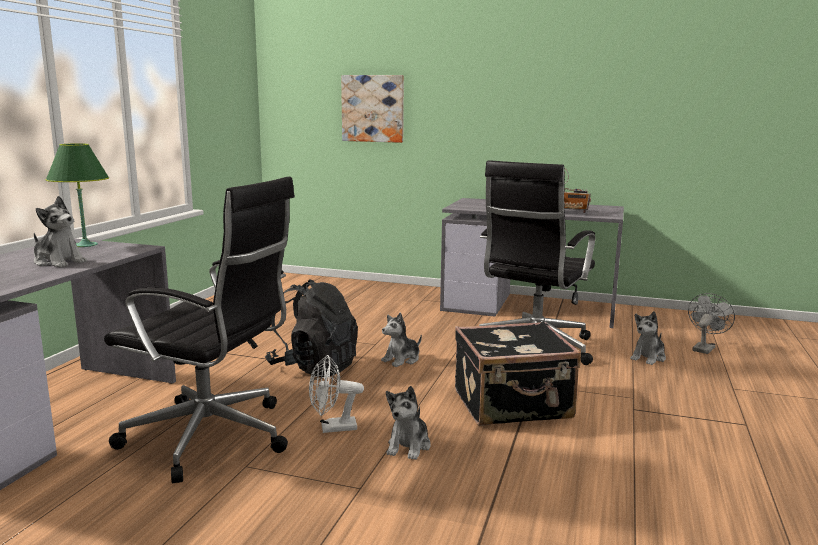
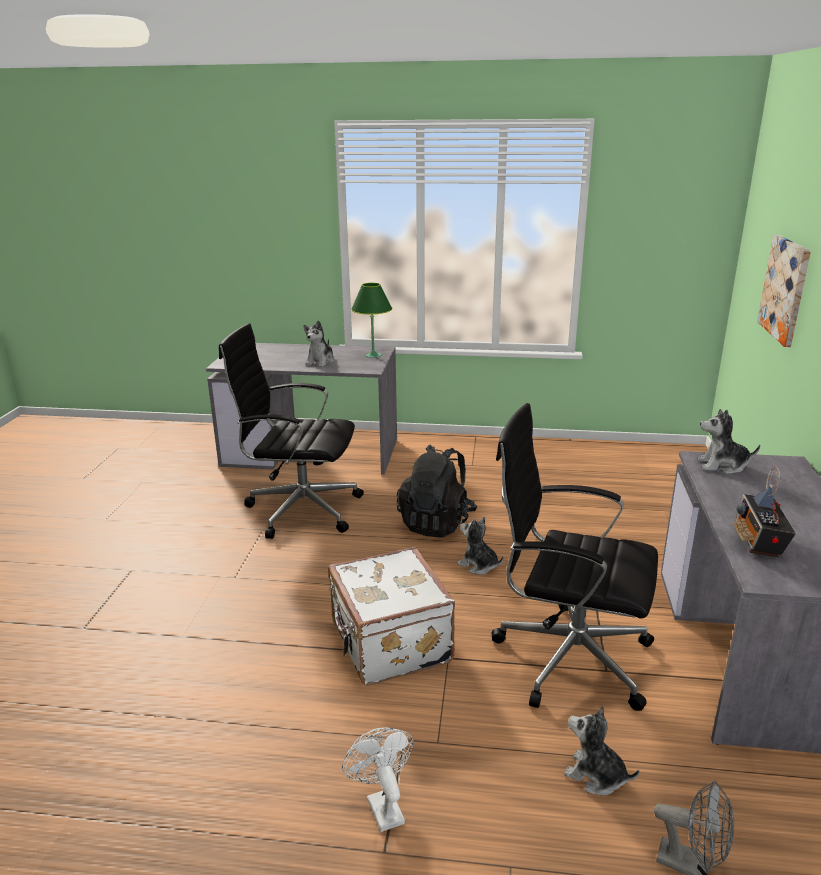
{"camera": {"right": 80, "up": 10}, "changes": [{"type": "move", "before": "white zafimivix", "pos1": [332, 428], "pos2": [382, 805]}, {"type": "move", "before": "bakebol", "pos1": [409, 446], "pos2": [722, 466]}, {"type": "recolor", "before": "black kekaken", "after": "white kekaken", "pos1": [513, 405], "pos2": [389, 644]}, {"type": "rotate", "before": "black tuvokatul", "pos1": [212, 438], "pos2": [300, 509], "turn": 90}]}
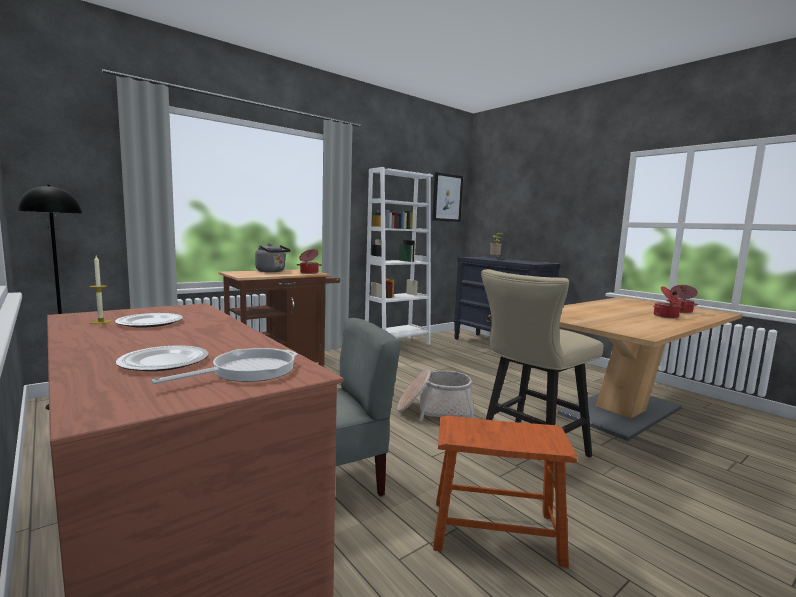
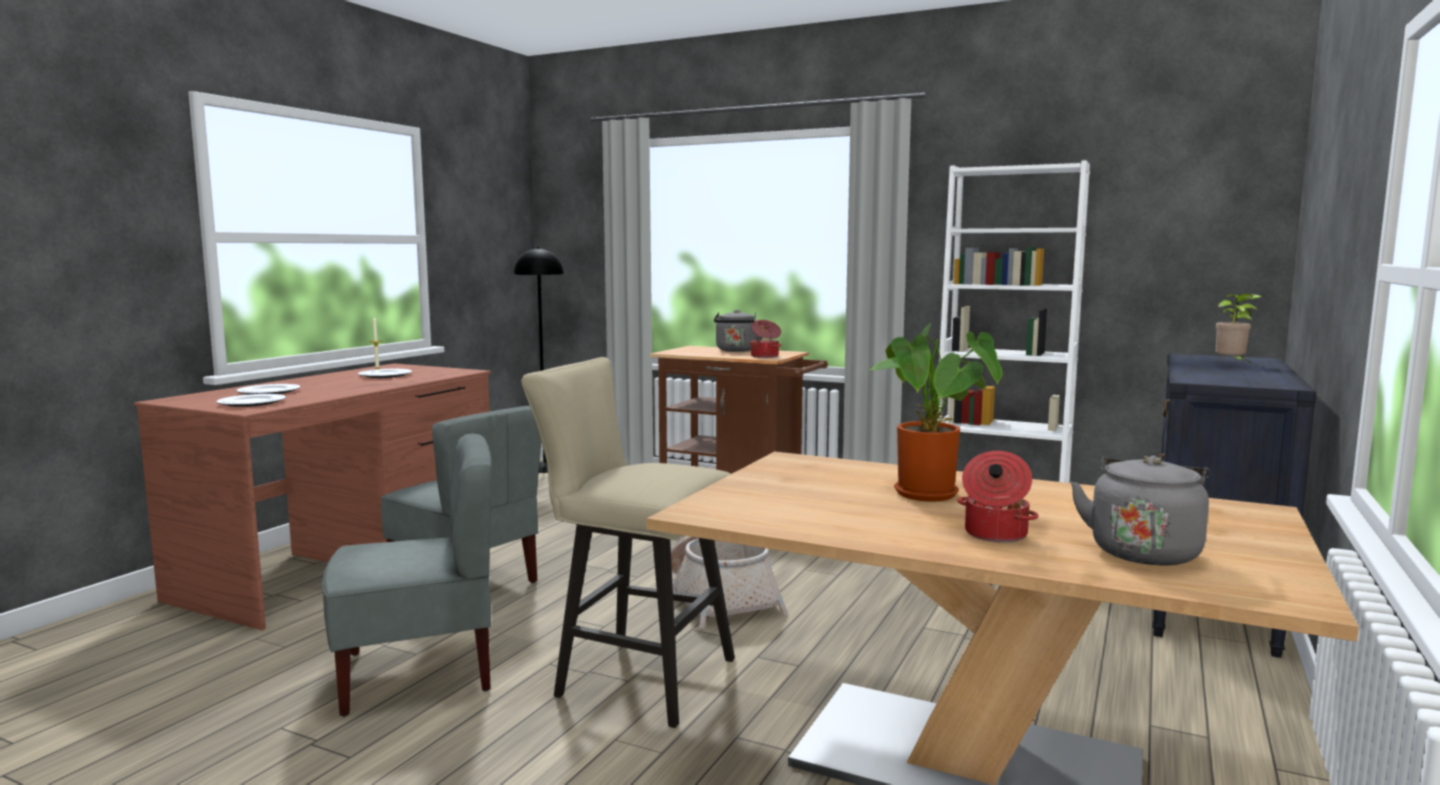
{"camera": {"right": 65, "up": 0}, "changes": [{"type": "delete", "before": "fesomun", "pos1": [447, 198]}, {"type": "insert", "after": "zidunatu", "pos2": [931, 496]}, {"type": "replace", "before": "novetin", "after": "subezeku", "pos1": [248, 371], "pos2": [252, 403]}, {"type": "replace", "before": "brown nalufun", "after": "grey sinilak", "pos1": [495, 530], "pos2": [419, 673]}, {"type": "replace", "before": "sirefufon", "after": "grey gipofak", "pos1": [680, 311], "pos2": [1144, 551]}]}
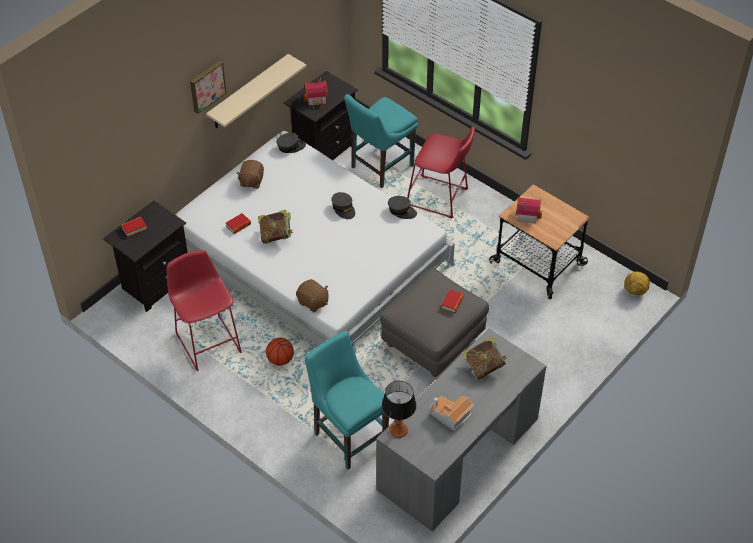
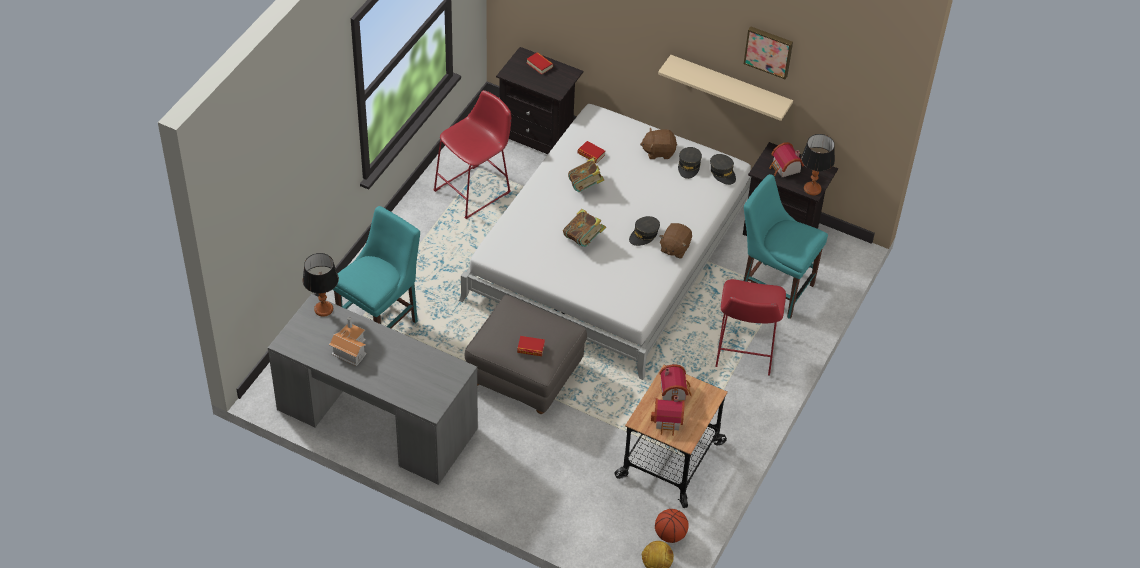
{"camera": {"right": 75, "up": 0}, "changes": [{"type": "insert", "after": "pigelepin", "pos2": [668, 422]}, {"type": "insert", "after": "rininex", "pos2": [812, 189]}, {"type": "move", "before": "fesomun", "pos1": [206, 86], "pos2": [769, 51]}, {"type": "move", "before": "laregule", "pos1": [280, 360], "pos2": [670, 535]}, {"type": "move", "before": "brown bakebol", "pos1": [313, 302], "pos2": [674, 248]}, {"type": "move", "before": "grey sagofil", "pos1": [402, 211], "pos2": [689, 166]}, {"type": "move", "before": "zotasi", "pos1": [483, 366], "pos2": [583, 239]}]}
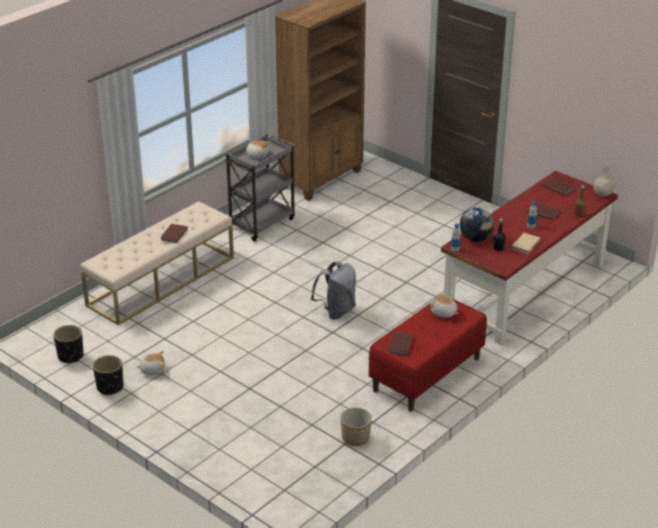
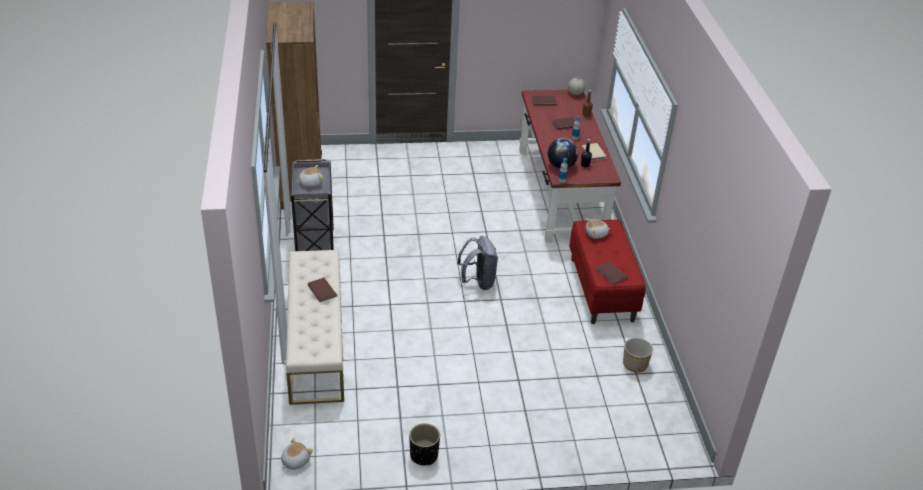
{"camera": {"right": -50, "up": 5}, "changes": [{"type": "delete", "before": "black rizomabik", "pos1": [70, 356]}, {"type": "move", "before": "bakebol", "pos1": [152, 370], "pos2": [295, 461]}]}
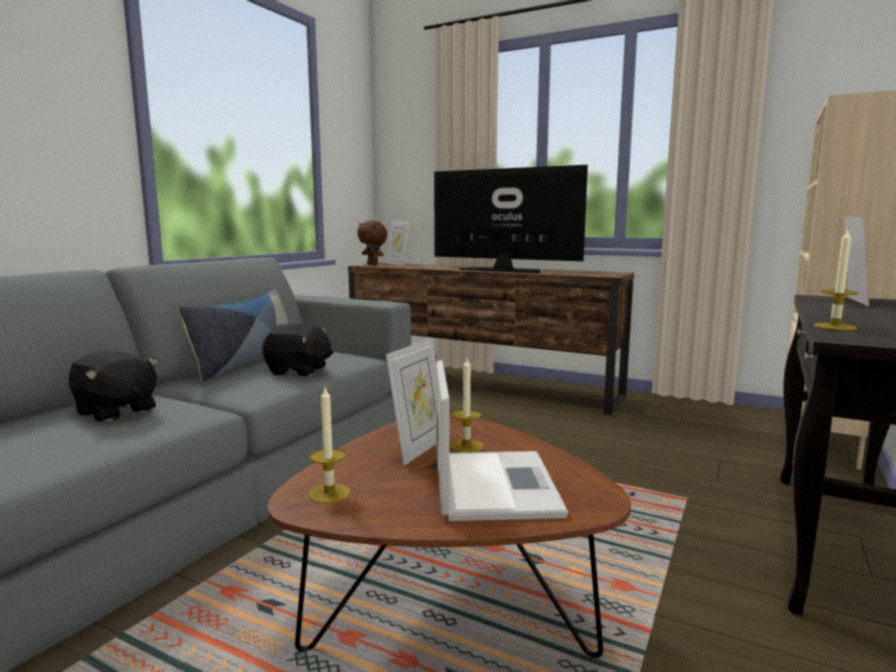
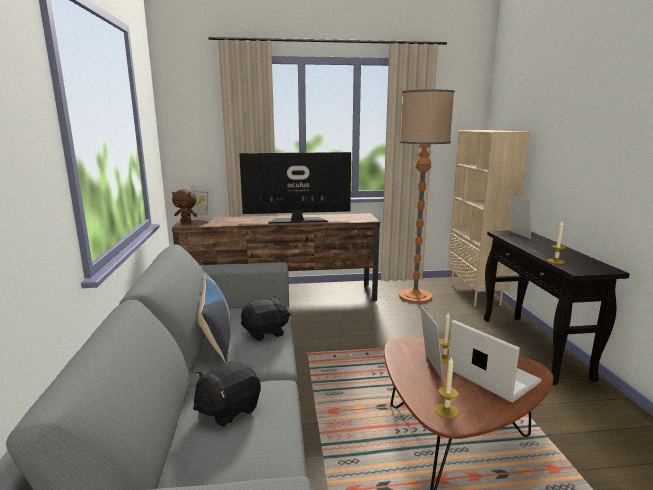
{"camera": {"right": -35, "up": 5}, "changes": [{"type": "insert", "after": "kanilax", "pos2": [415, 296]}, {"type": "rotate", "before": "black bakebol", "pos1": [116, 411], "pos2": [228, 409], "turn": 135}]}
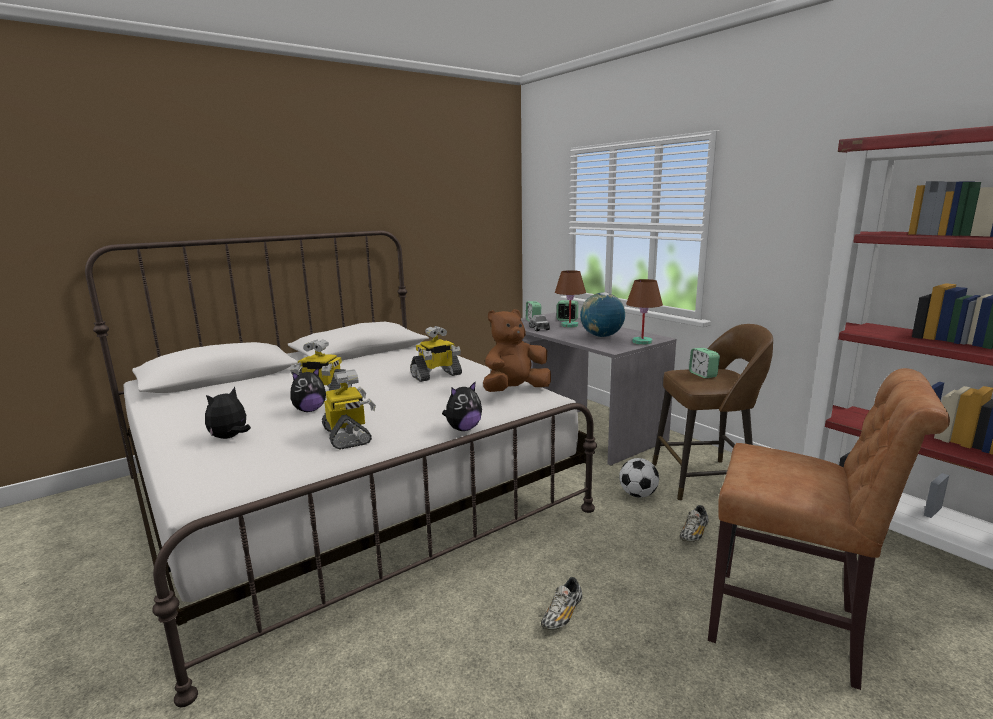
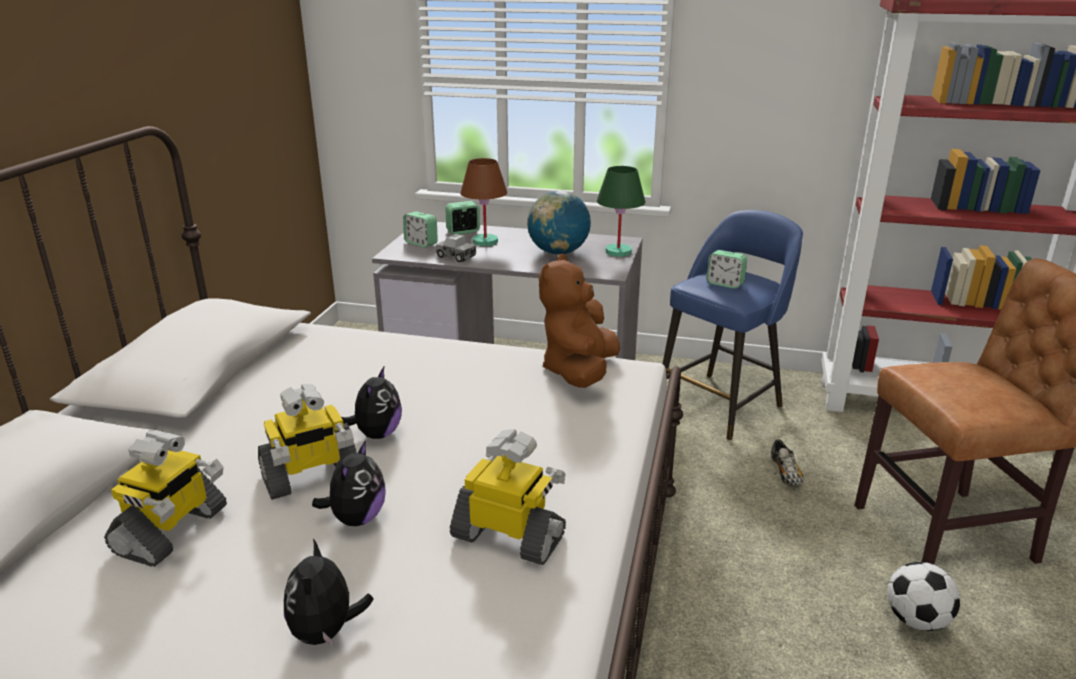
{"camera": {"right": -40, "up": 10}, "changes": [{"type": "delete", "before": "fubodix", "pos1": [562, 615]}, {"type": "move", "before": "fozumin", "pos1": [436, 375], "pos2": [172, 531]}, {"type": "move", "before": "bakebol", "pos1": [463, 429], "pos2": [377, 434]}, {"type": "move", "before": "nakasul", "pos1": [638, 494], "pos2": [916, 620]}, {"type": "recolor", "before": "brown rininex", "after": "green rininex", "pos1": [642, 342], "pos2": [619, 252]}, {"type": "recolor", "before": "brown nalufun", "after": "blue nalufun", "pos1": [704, 479], "pos2": [721, 404]}]}
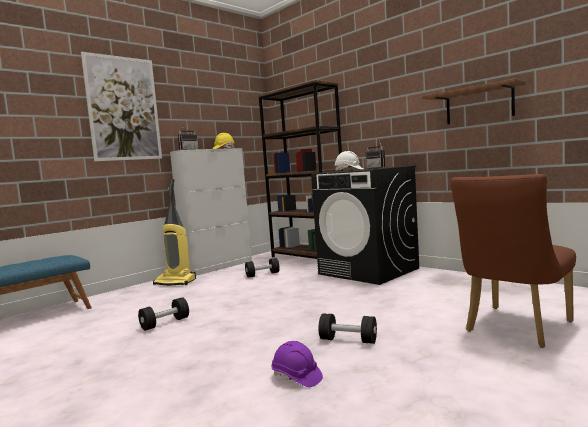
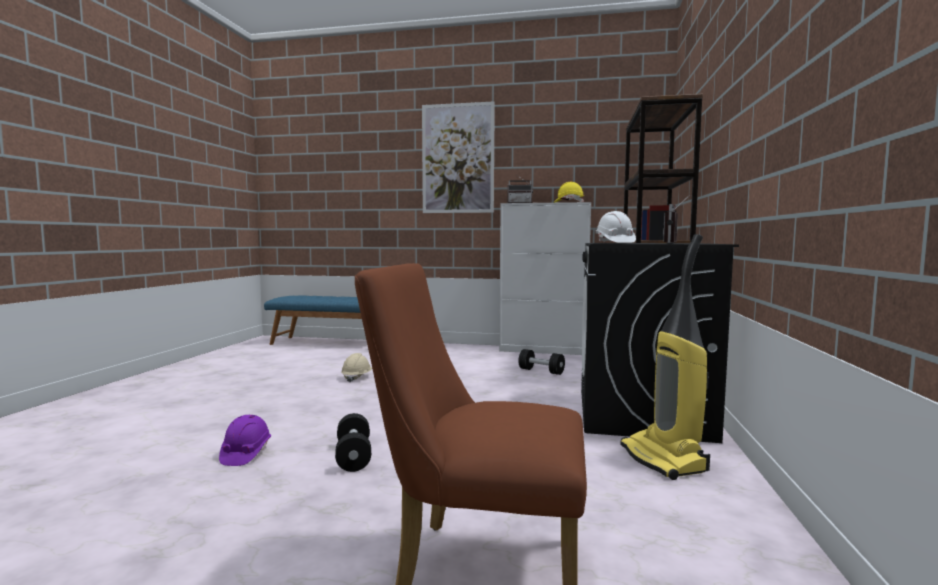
{"camera": {"right": 55, "up": 0}, "changes": [{"type": "delete", "before": "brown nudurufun", "pos1": [479, 105]}, {"type": "move", "before": "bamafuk", "pos1": [176, 282], "pos2": [664, 459]}, {"type": "replace", "before": "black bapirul", "after": "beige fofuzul", "pos1": [165, 323], "pos2": [356, 378]}]}
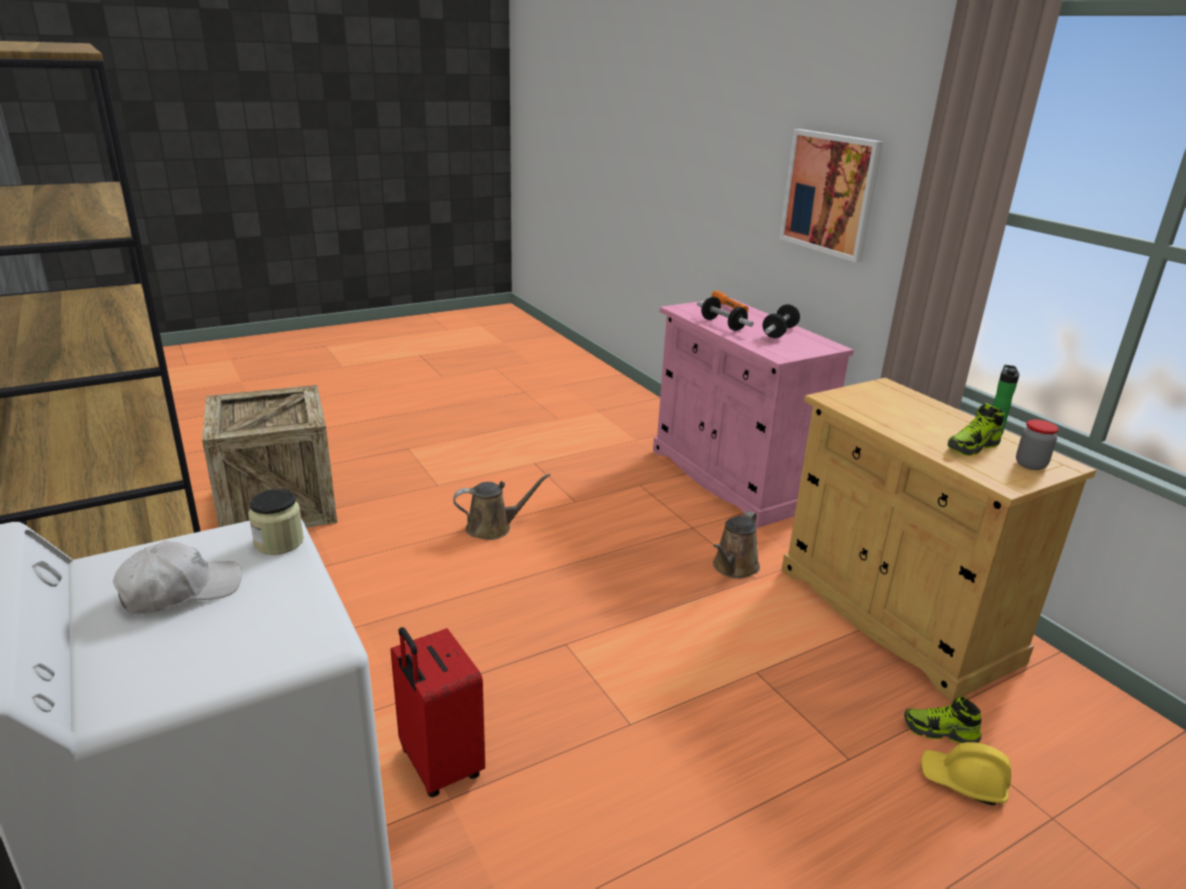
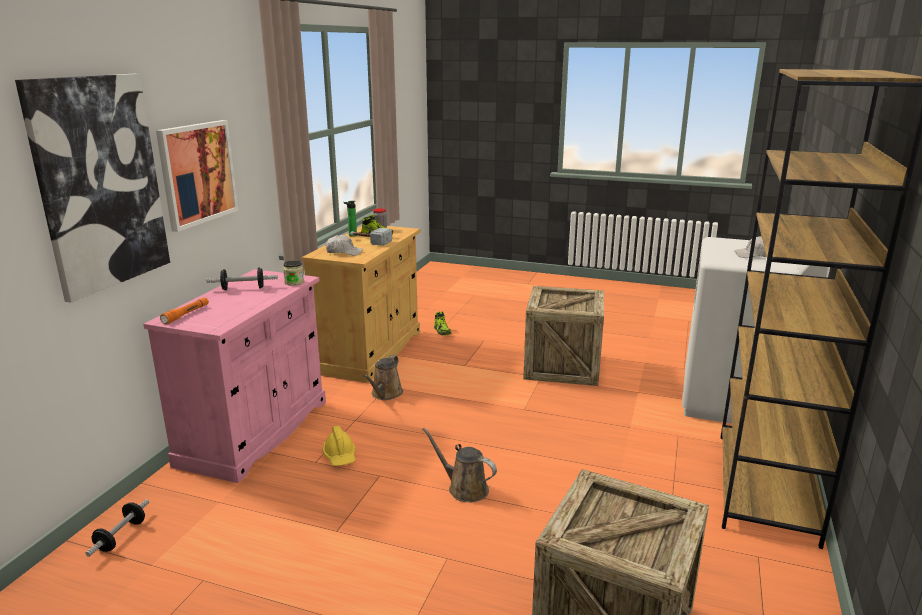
{"camera": {"right": -130, "up": -5}, "changes": [{"type": "delete", "before": "red kekaken", "pos1": [438, 765]}, {"type": "insert", "after": "fesomun", "pos2": [99, 183]}, {"type": "insert", "after": "white sagofil", "pos2": [344, 252]}, {"type": "insert", "after": "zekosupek", "pos2": [369, 241]}, {"type": "insert", "after": "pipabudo", "pos2": [562, 366]}, {"type": "move", "before": "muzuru", "pos1": [279, 542], "pos2": [294, 282]}, {"type": "move", "before": "bapirul", "pos1": [722, 325], "pos2": [121, 536]}, {"type": "move", "before": "yellow fofuzul", "pos1": [963, 782], "pos2": [340, 456]}, {"type": "rotate", "before": "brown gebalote", "pos1": [734, 568], "pos2": [385, 394], "turn": 120}]}
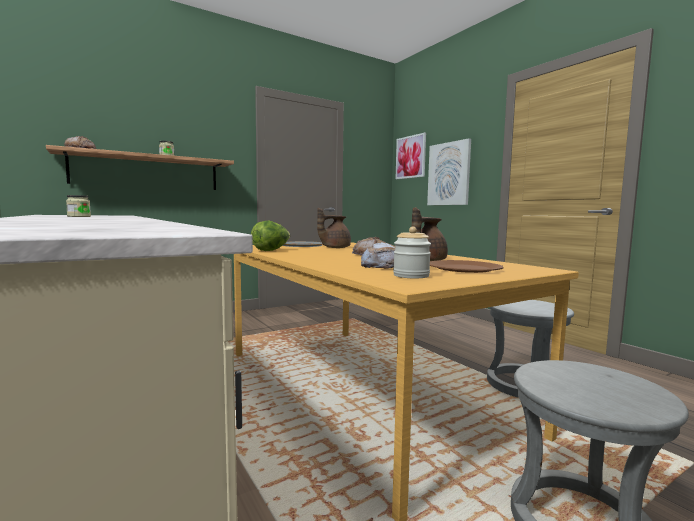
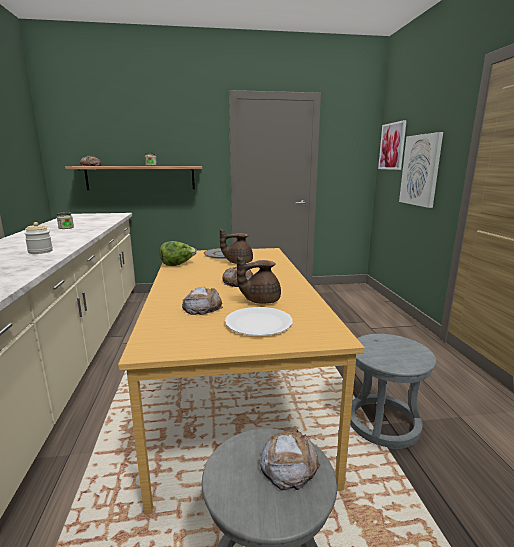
{"camera": {"right": 25, "up": 10}, "changes": [{"type": "insert", "after": "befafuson", "pos2": [288, 464]}, {"type": "move", "before": "muzuru", "pos1": [411, 276], "pos2": [40, 251]}, {"type": "recolor", "before": "brown subezeku", "after": "white subezeku", "pos1": [464, 268], "pos2": [259, 323]}]}
